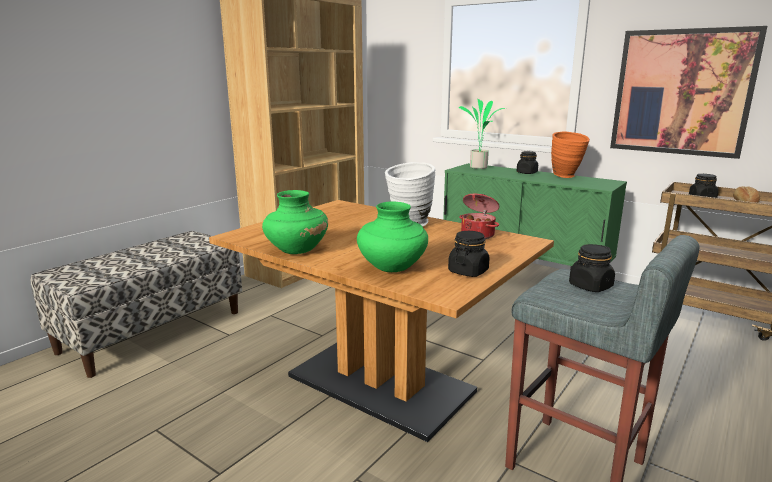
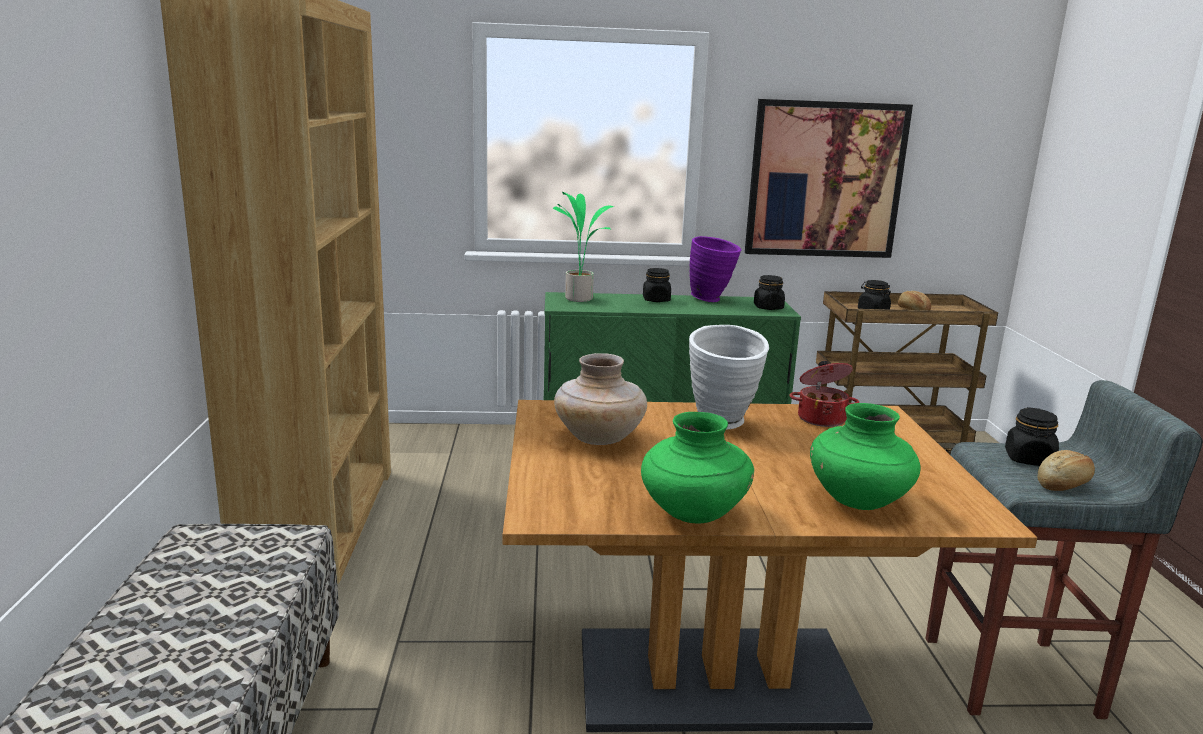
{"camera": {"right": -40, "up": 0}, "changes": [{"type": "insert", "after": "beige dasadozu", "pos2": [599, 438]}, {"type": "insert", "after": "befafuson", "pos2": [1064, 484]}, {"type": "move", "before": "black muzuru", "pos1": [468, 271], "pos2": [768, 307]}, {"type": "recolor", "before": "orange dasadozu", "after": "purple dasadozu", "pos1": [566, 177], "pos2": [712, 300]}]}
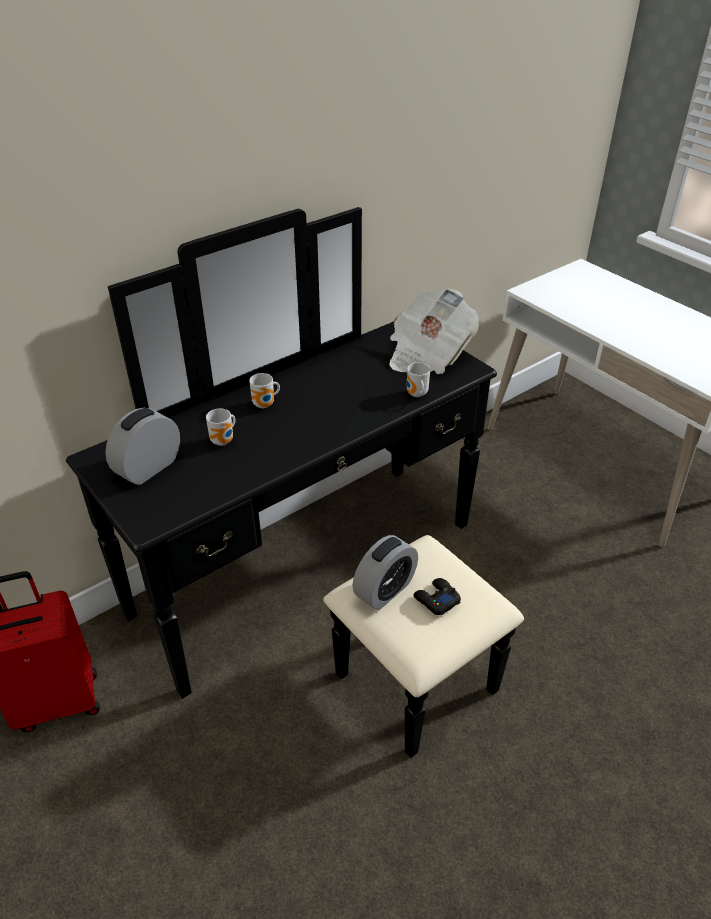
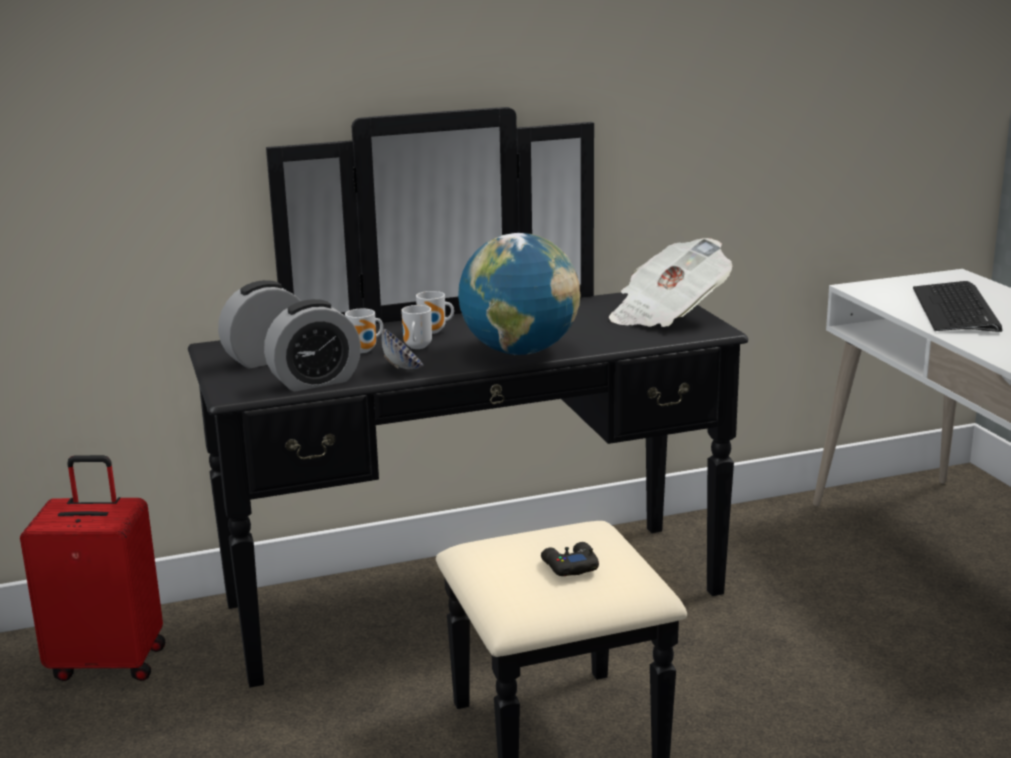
{"camera": {"right": 20, "up": -20}, "changes": [{"type": "insert", "after": "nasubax", "pos2": [403, 368]}, {"type": "insert", "after": "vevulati", "pos2": [520, 352]}, {"type": "insert", "after": "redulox", "pos2": [956, 310]}, {"type": "move", "before": "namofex", "pos1": [385, 590], "pos2": [315, 381]}, {"type": "move", "before": "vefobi", "pos1": [416, 395], "pos2": [416, 347]}]}
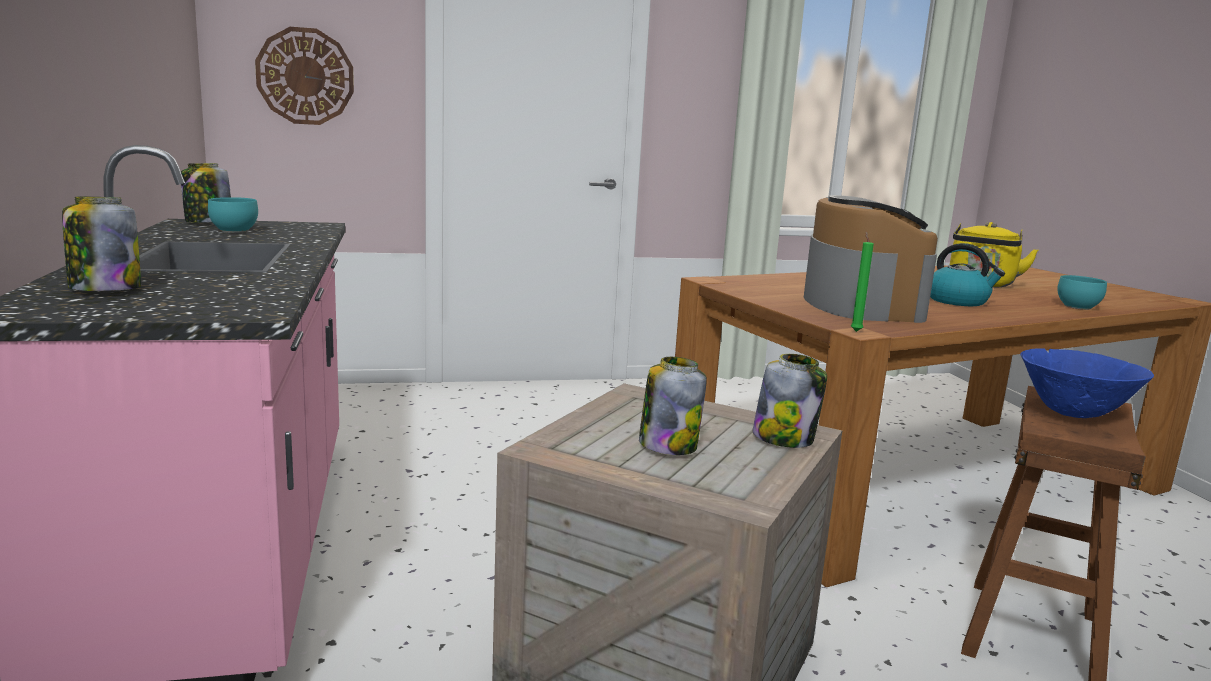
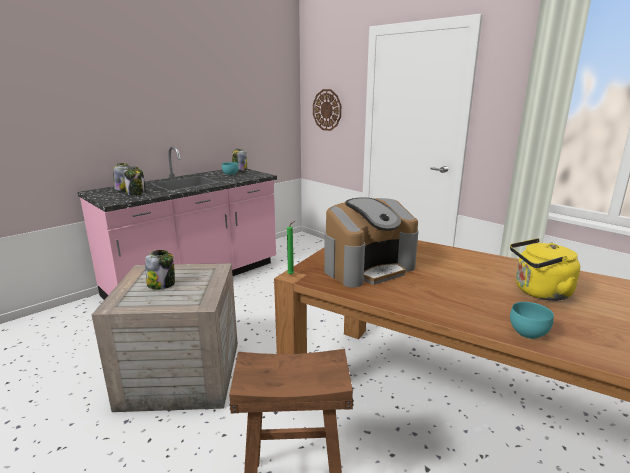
{"camera": {"right": 60, "up": 5}, "changes": [{"type": "delete", "before": "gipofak", "pos1": [958, 301]}, {"type": "delete", "before": "blue nasubax", "pos1": [1073, 414]}, {"type": "move", "before": "muzuru", "pos1": [784, 438], "pos2": [136, 193]}]}
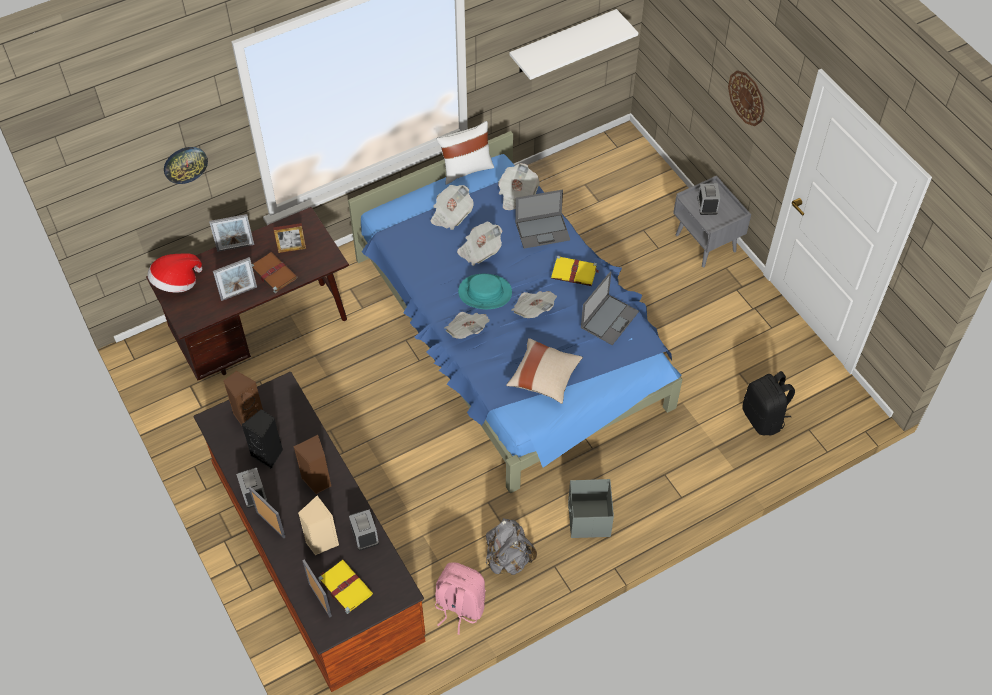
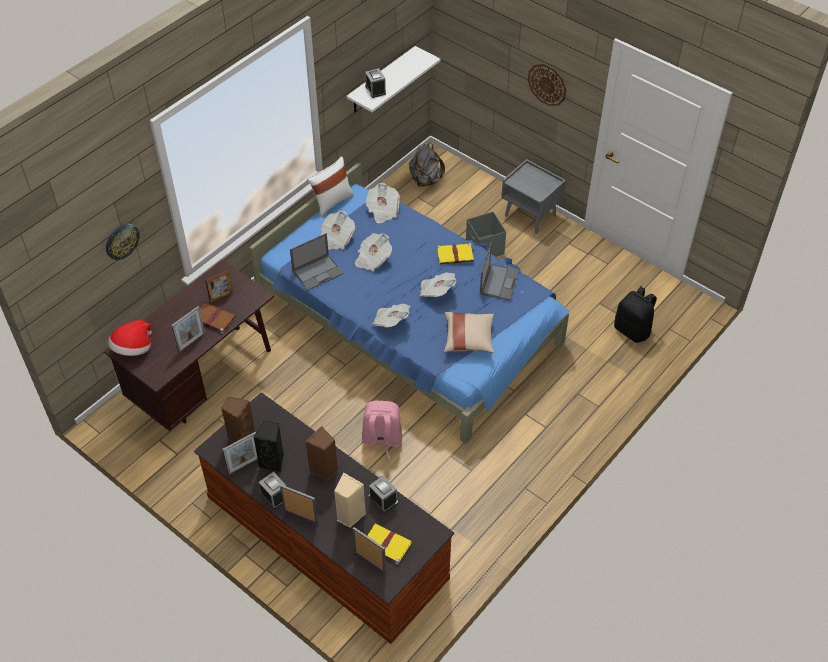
{"camera": {"right": -20, "up": -5}, "changes": [{"type": "delete", "before": "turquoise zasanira", "pos1": [485, 292]}, {"type": "move", "before": "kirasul", "pos1": [235, 247], "pos2": [244, 465]}, {"type": "move", "before": "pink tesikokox", "pos1": [459, 607], "pos2": [381, 440]}, {"type": "move", "before": "grey tesikokox", "pos1": [508, 558], "pos2": [425, 180]}, {"type": "move", "before": "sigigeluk", "pos1": [543, 230], "pos2": [318, 272]}, {"type": "move", "before": "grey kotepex", "pos1": [588, 519], "pos2": [484, 248]}, {"type": "move", "before": "namofex", "pos1": [707, 205], "pos2": [375, 90]}]}
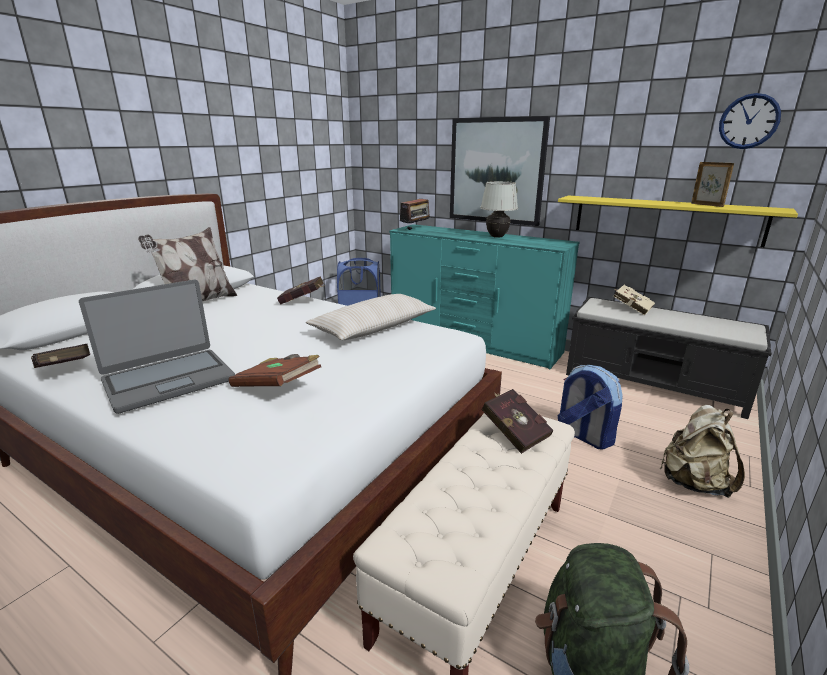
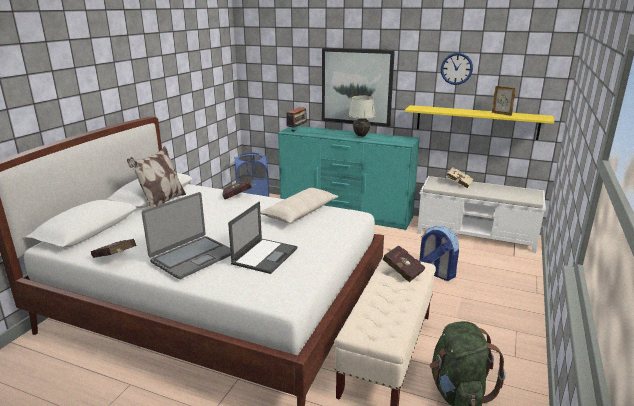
{"camera": {"right": -10, "up": 0}, "changes": [{"type": "delete", "before": "beige tesikokox", "pos1": [693, 483]}, {"type": "move", "before": "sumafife", "pos1": [749, 121], "pos2": [456, 68]}, {"type": "replace", "before": "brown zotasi", "after": "sigigeluk", "pos1": [278, 387], "pos2": [265, 255]}, {"type": "recolor", "before": "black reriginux", "after": "white reriginux", "pos1": [654, 384], "pos2": [476, 235]}]}
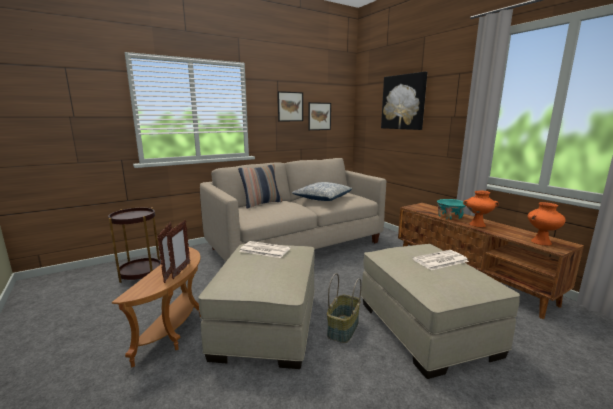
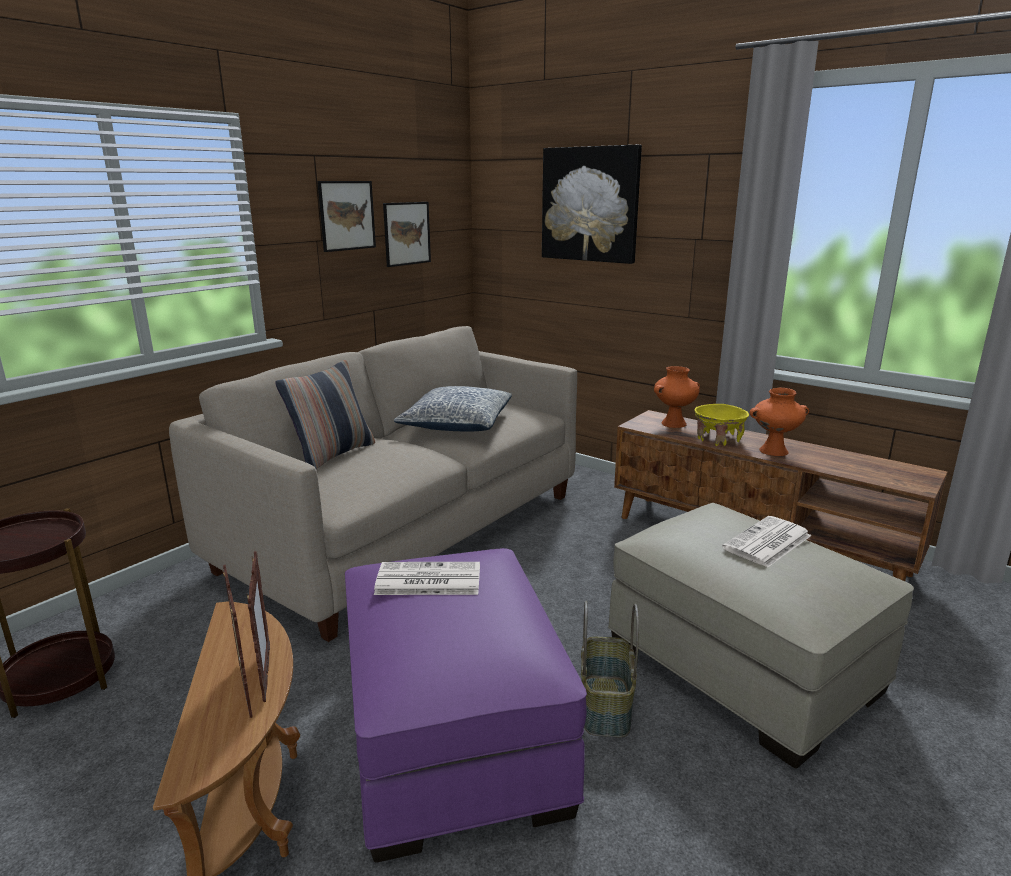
{"camera": {"right": -20, "up": 5}, "changes": [{"type": "move", "before": "orange dasadozu", "pos1": [541, 242], "pos2": [674, 423]}, {"type": "recolor", "before": "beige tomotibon", "after": "purple tomotibon", "pos1": [267, 323], "pos2": [453, 734]}, {"type": "recolor", "before": "turquoise nasubax", "after": "yellow nasubax", "pos1": [449, 217], "pos2": [718, 439]}]}
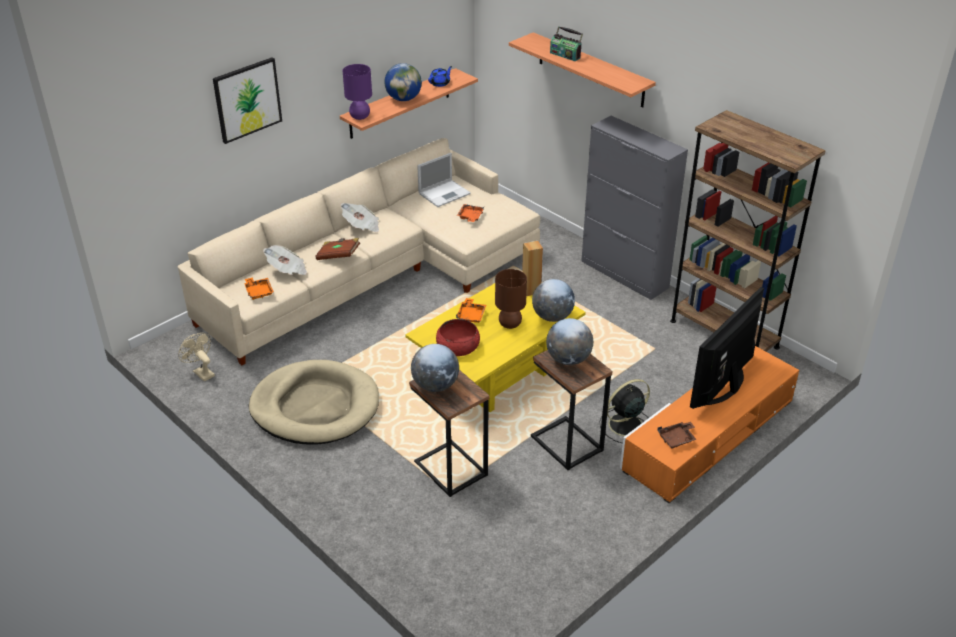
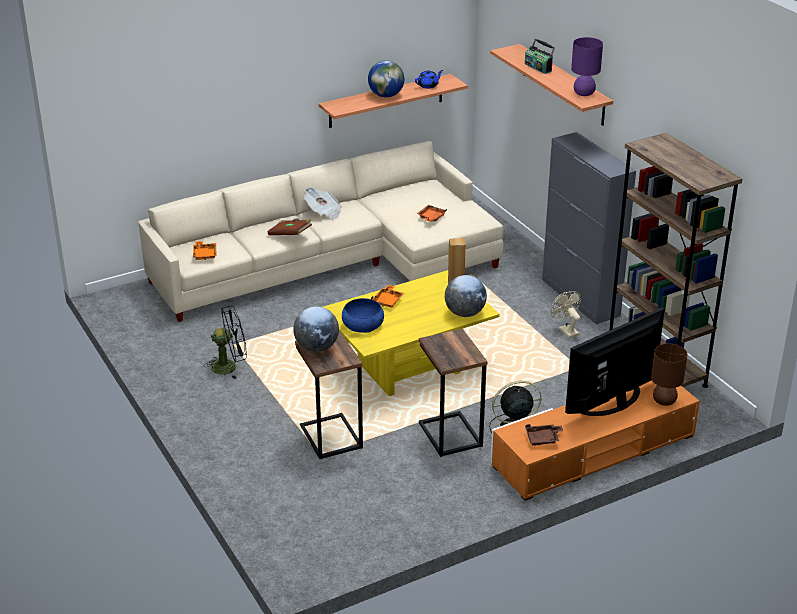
{"camera": {"right": 15, "up": -5}, "changes": [{"type": "delete", "before": "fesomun", "pos1": [247, 99]}, {"type": "delete", "before": "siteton", "pos1": [287, 270]}, {"type": "delete", "before": "sigigeluk", "pos1": [445, 193]}, {"type": "delete", "before": "vevulati", "pos1": [568, 359]}, {"type": "move", "before": "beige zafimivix", "pos1": [201, 372], "pos2": [566, 330]}, {"type": "move", "before": "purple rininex", "pos1": [359, 117], "pos2": [583, 93]}, {"type": "move", "before": "brown rininex", "pos1": [509, 324], "pos2": [664, 401]}, {"type": "replace", "before": "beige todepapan", "after": "black zafimivix", "pos1": [315, 407], "pos2": [230, 366]}, {"type": "recolor", "before": "red nasubax", "after": "blue nasubax", "pos1": [458, 347], "pos2": [363, 325]}]}
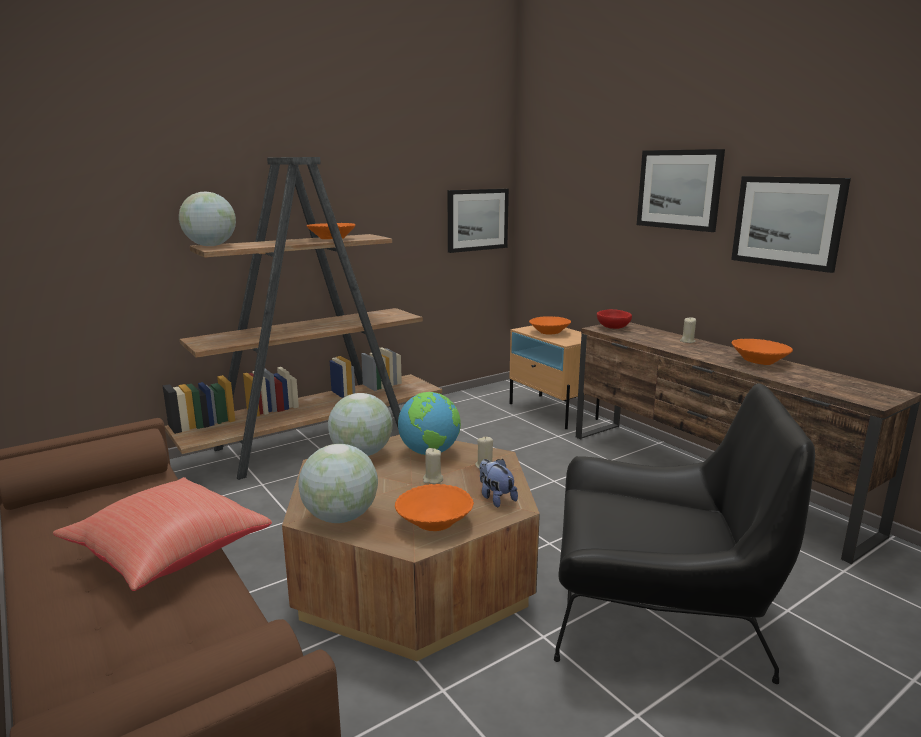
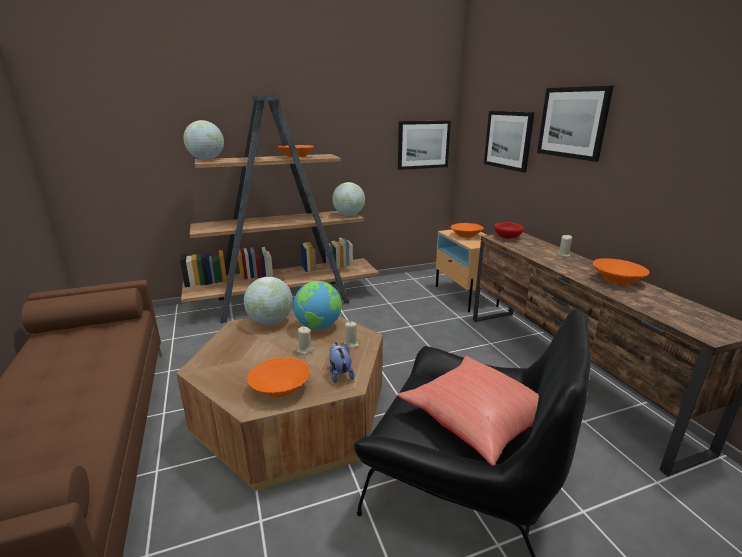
{"camera": {"right": 15, "up": 5}, "changes": [{"type": "move", "before": "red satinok", "pos1": [167, 555], "pos2": [476, 422]}, {"type": "move", "before": "vevulati", "pos1": [340, 517], "pos2": [349, 215]}, {"type": "move", "before": "fesomun", "pos1": [787, 222], "pos2": [508, 140]}]}
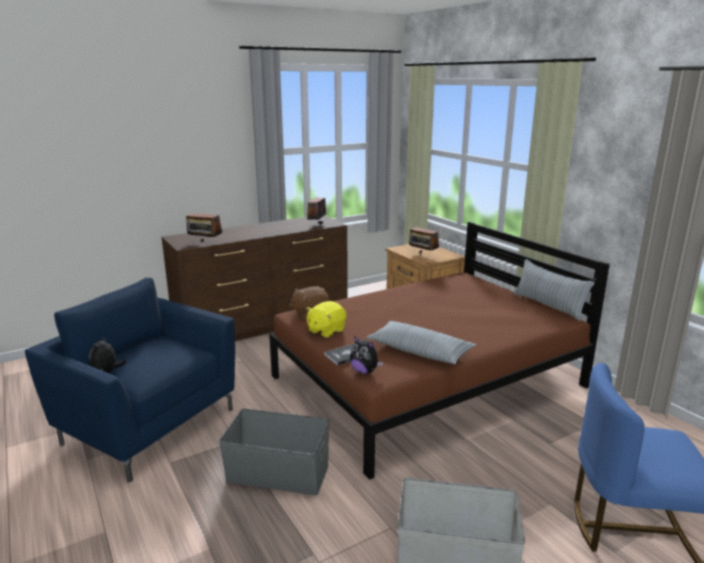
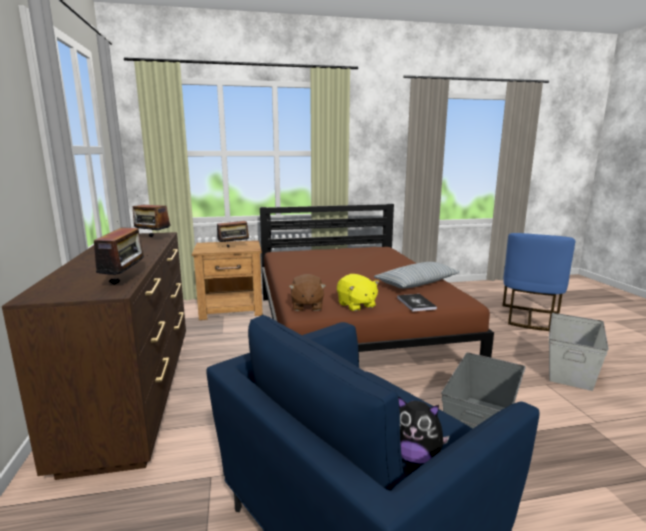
{"camera": {"right": -70, "up": -5}, "changes": [{"type": "delete", "before": "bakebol", "pos1": [364, 371]}, {"type": "delete", "before": "satinok", "pos1": [548, 305]}, {"type": "rotate", "before": "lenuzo", "pos1": [205, 243], "pos2": [125, 281], "turn": -45}]}
